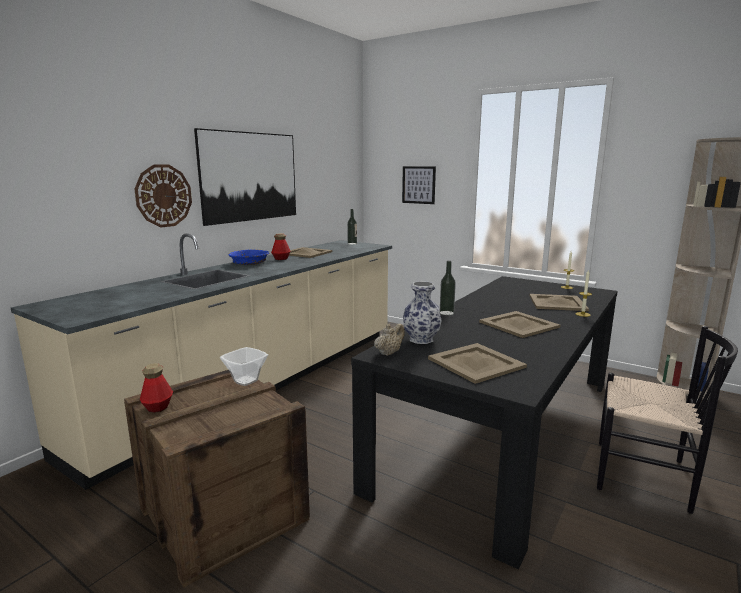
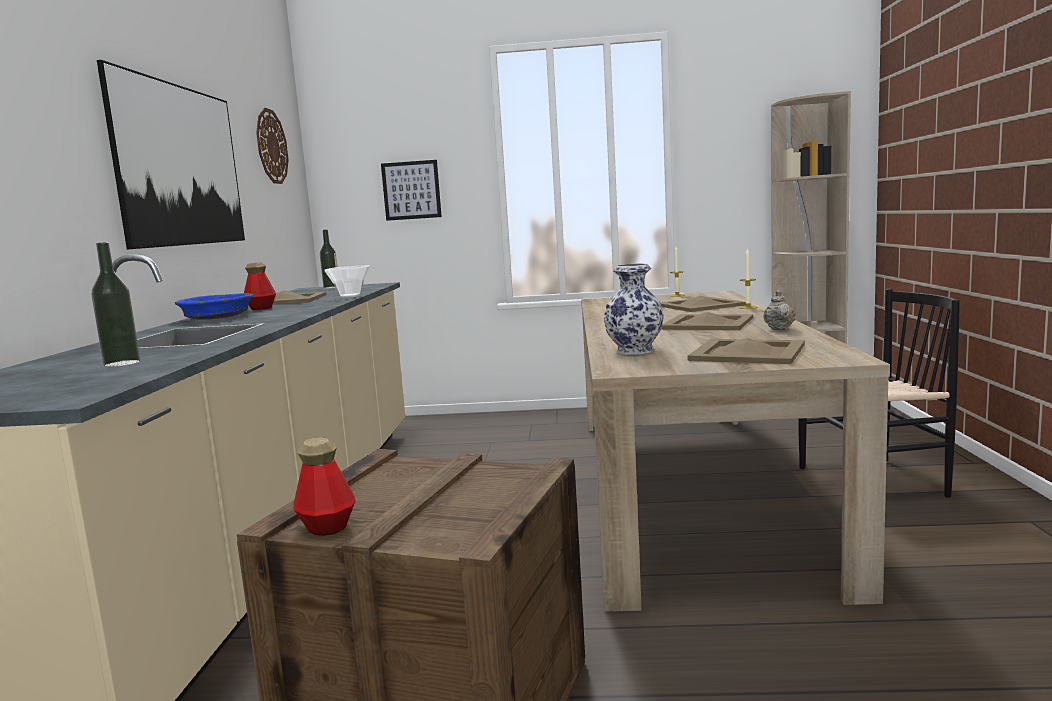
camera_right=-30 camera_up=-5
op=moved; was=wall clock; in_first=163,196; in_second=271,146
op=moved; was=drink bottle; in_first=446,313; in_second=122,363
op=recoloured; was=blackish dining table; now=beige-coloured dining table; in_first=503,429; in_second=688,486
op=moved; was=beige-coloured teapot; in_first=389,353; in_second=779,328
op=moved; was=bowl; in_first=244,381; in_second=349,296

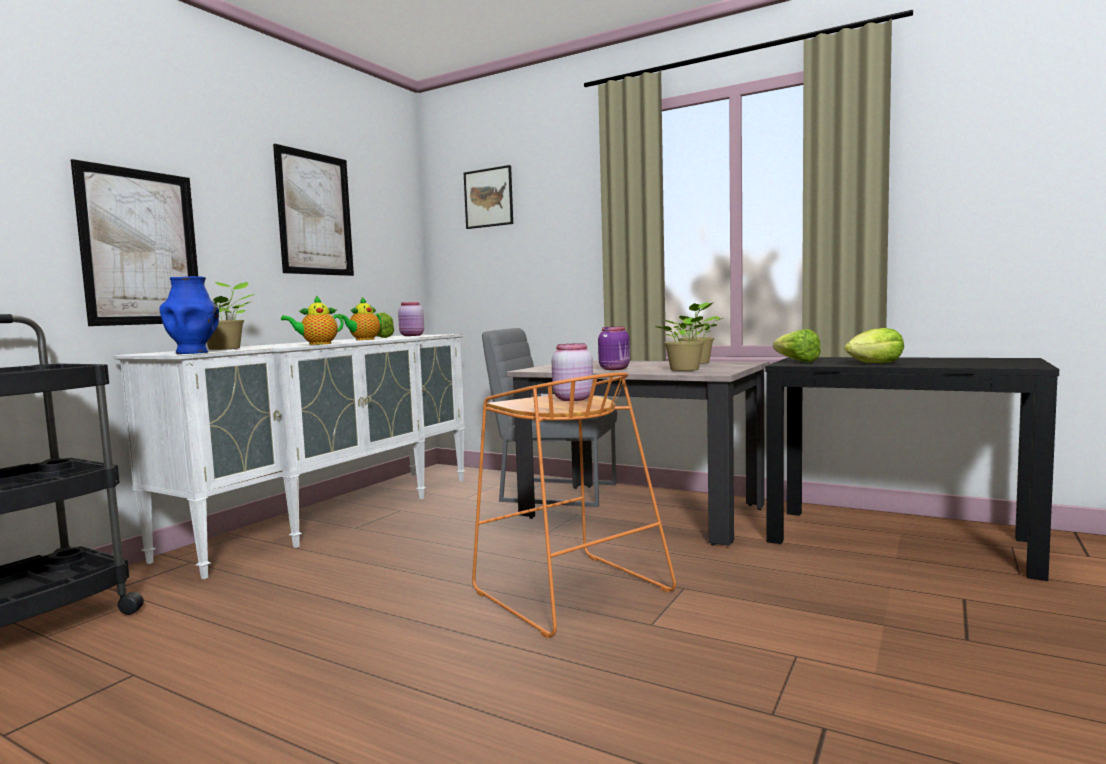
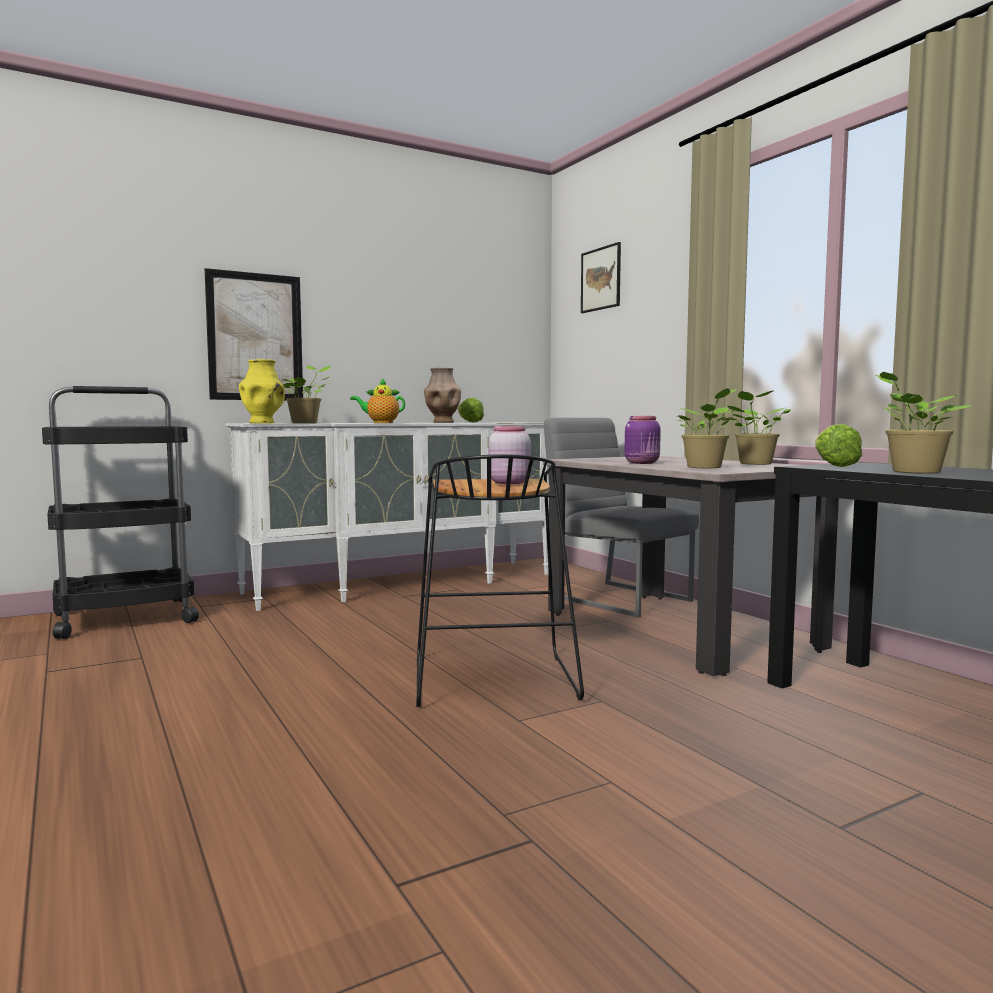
camera_right=30 camera_up=0
op=removed; was=picture; in_first=315,214
op=recoloured; was=blue vase; now=yellow-coloured vase; in_first=193,353; in_second=263,423
op=replaced; was=teapot; now=brown-coloured vase; in_first=363,339; in_second=442,422
op=removed; was=pinkish jar; in_first=412,335
op=replaced; was=lettuce; now=houseplant; in_first=875,363; in_second=912,472
op=recoloured; was=orange-coloured stool; now=blackish stool; in_first=568,591; in_second=491,678

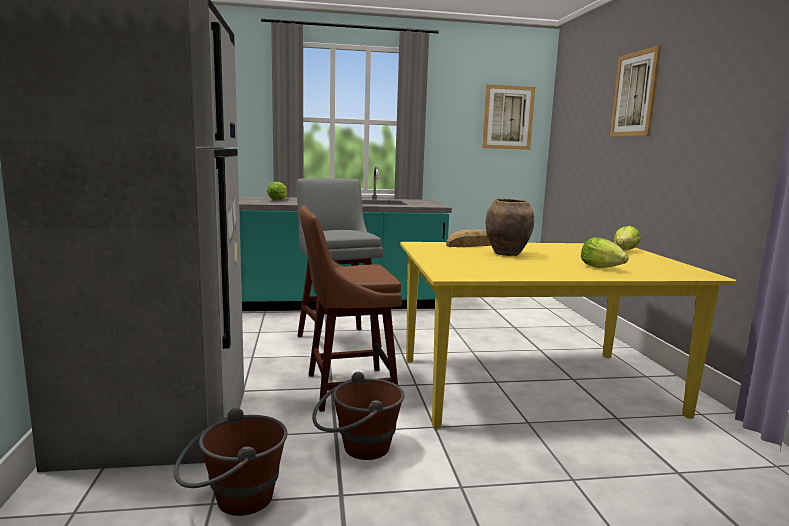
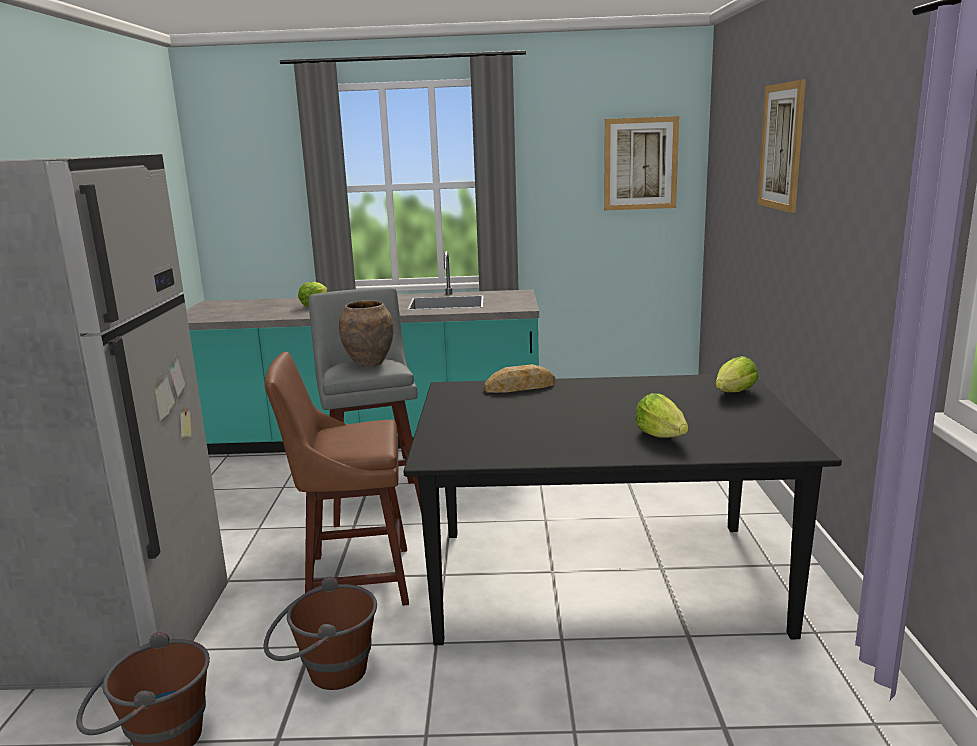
camera_right=10 camera_up=5
op=moved; was=brown-coloured vase; in_first=507,254; in_second=369,363
op=recoloured; was=yellow-coloured dining table; now=blackish dining table; in_first=535,385; in_second=603,579

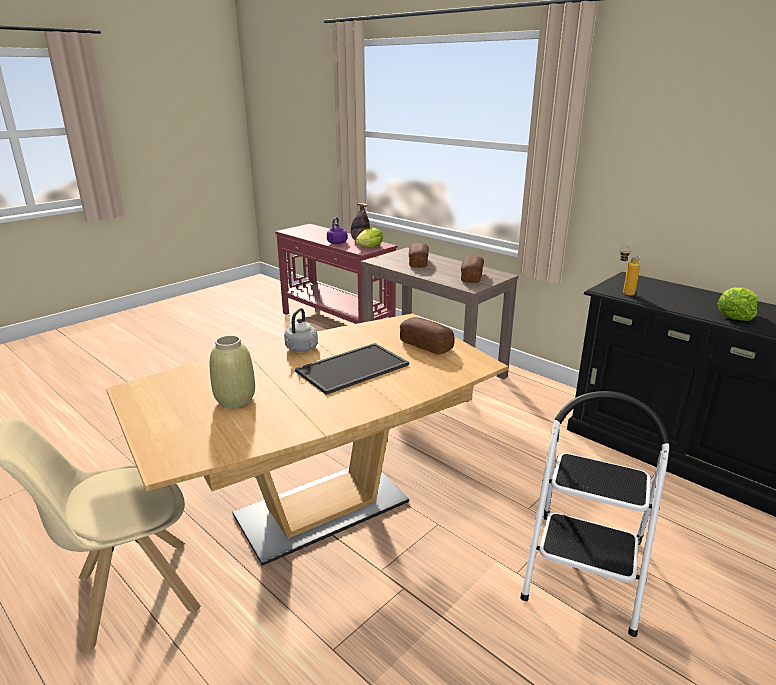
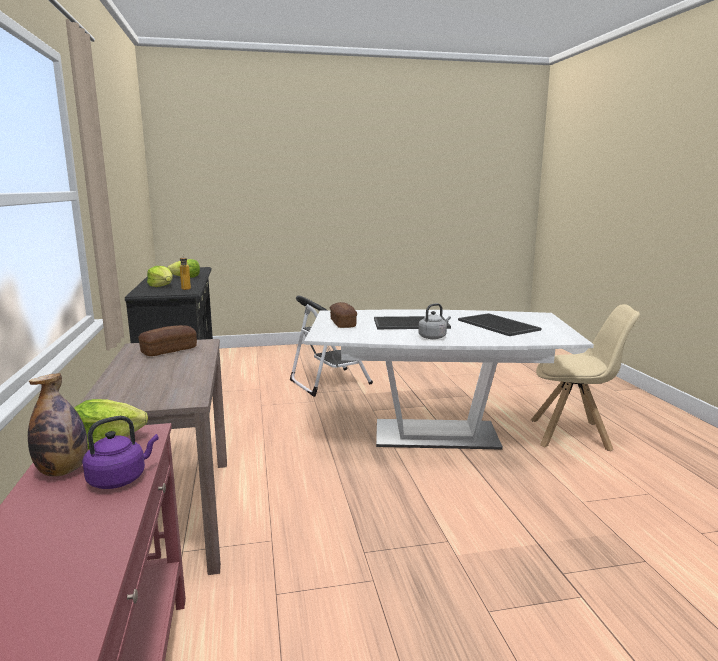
camera_right=-145 camera_up=-10
op=removed; was=baked bread; in_first=418,262
op=recoloured; was=brown-coloured dining table; now=whitish dining table; in_first=322,509; in_second=436,435
op=replaced; was=beige-coloured vase; now=tray; in_first=234,399; in_second=499,325
op=added; now=lettuce; in_second=162,286

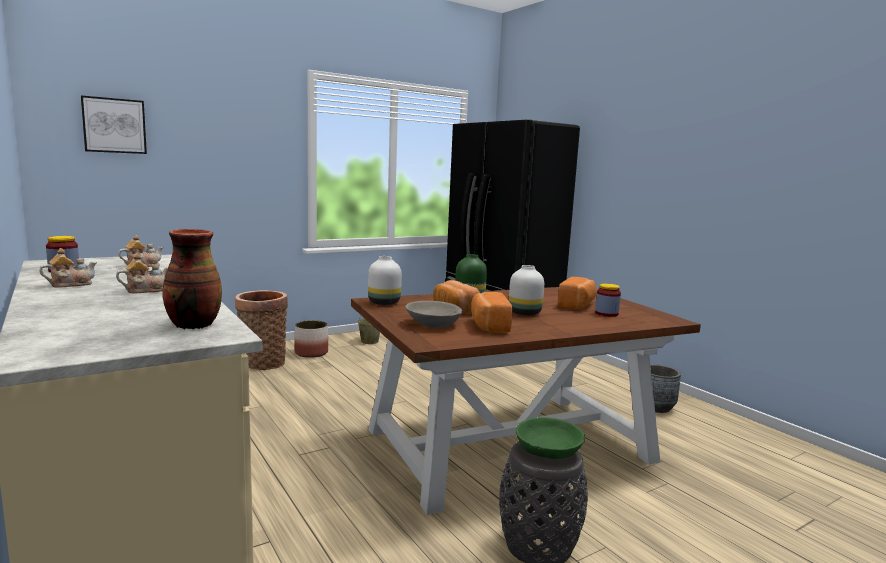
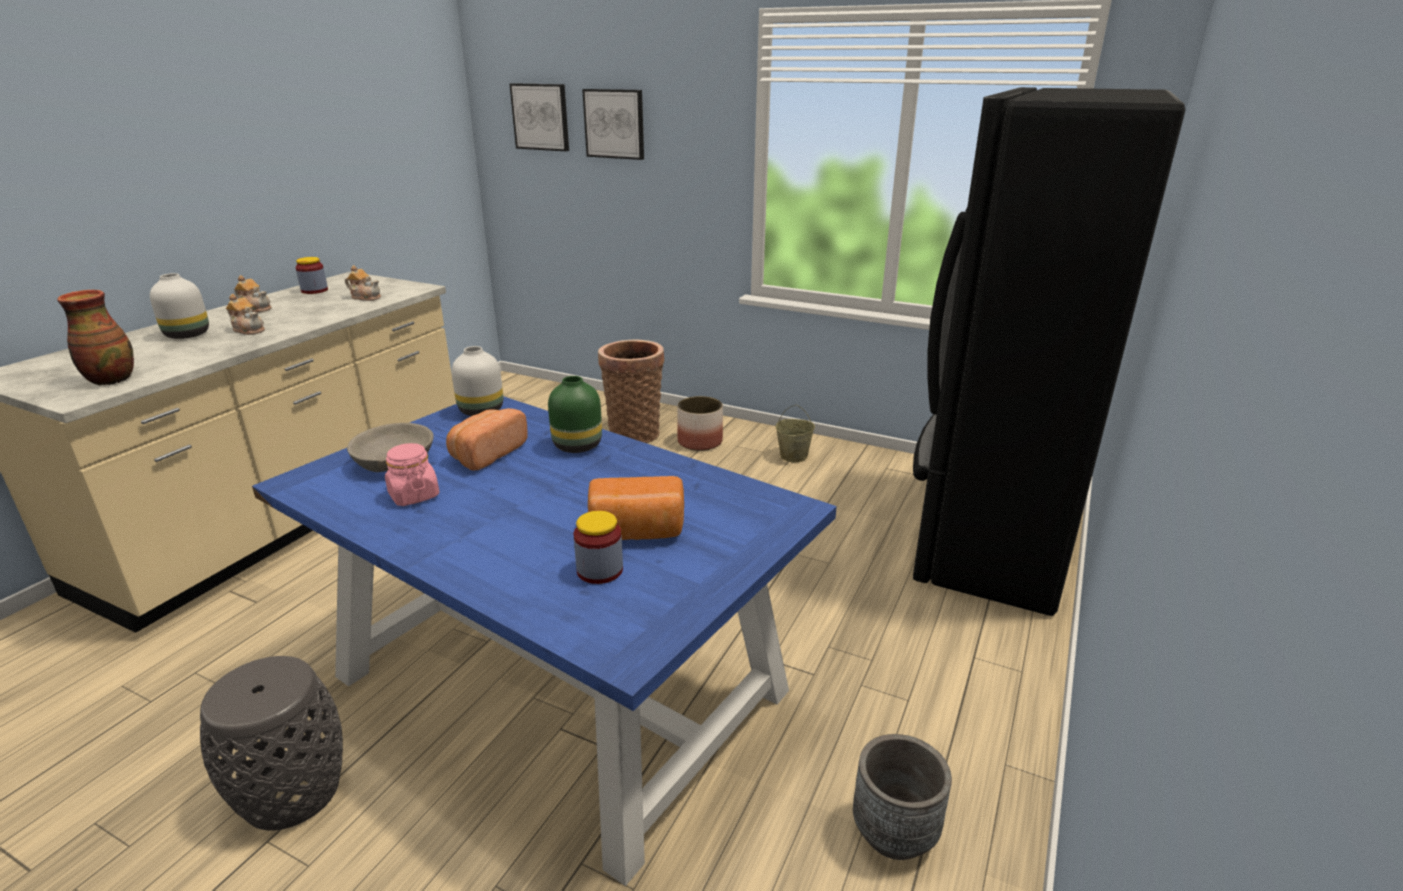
camera_right=60 camera_up=15
op=moved; was=whitish vase; in_first=525,313; in_second=189,335
op=recoloured; was=brown-coloured dining table; now=blue dining table; in_first=510,444; in_second=561,684
op=replaced; was=baked bread; now=pinkish jar; in_first=488,326; in_second=414,495
op=removed; was=green bowl; in_first=548,450
op=added; now=picture; in_second=614,124

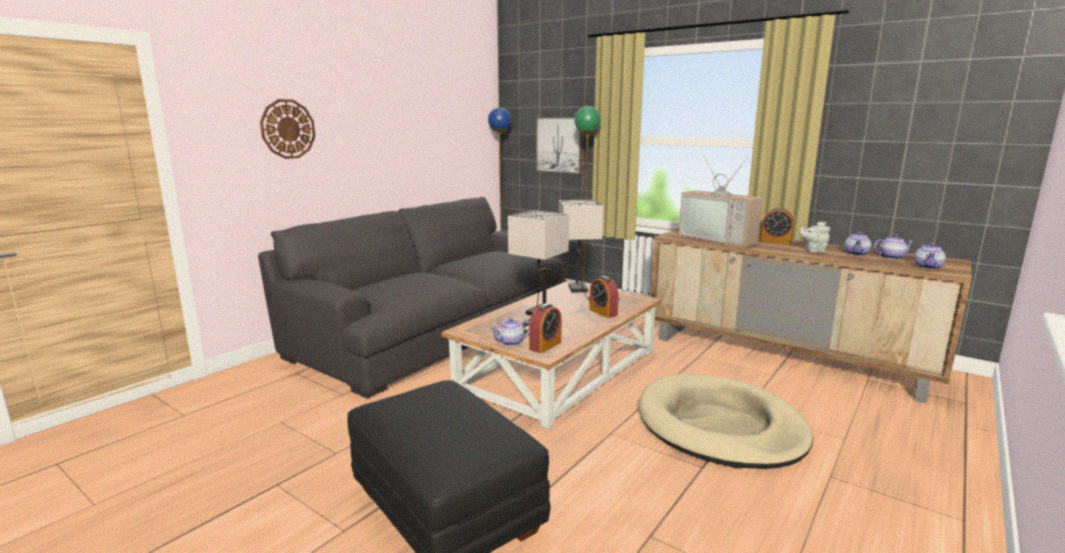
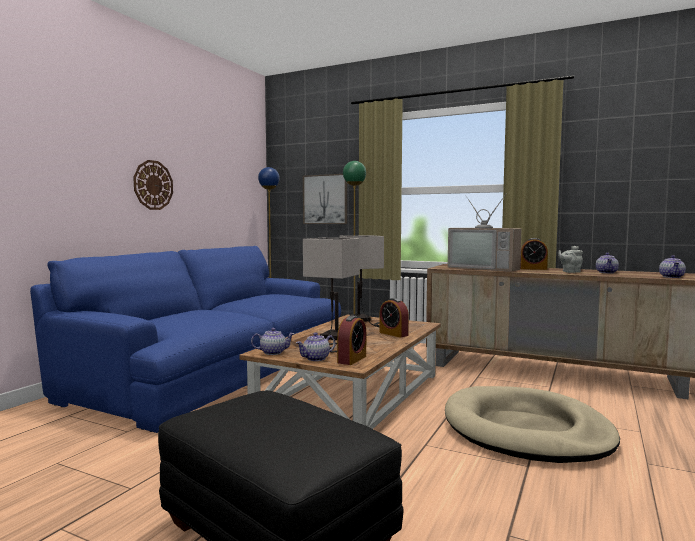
camera_right=-10 camera_up=-10
op=moved; was=wall clock; in_first=288,129; in_second=153,185
op=recoloured; was=gray settee; now=blue settee; in_first=435,329; in_second=216,369
op=moved; was=teapot; in_first=891,257; in_second=273,352

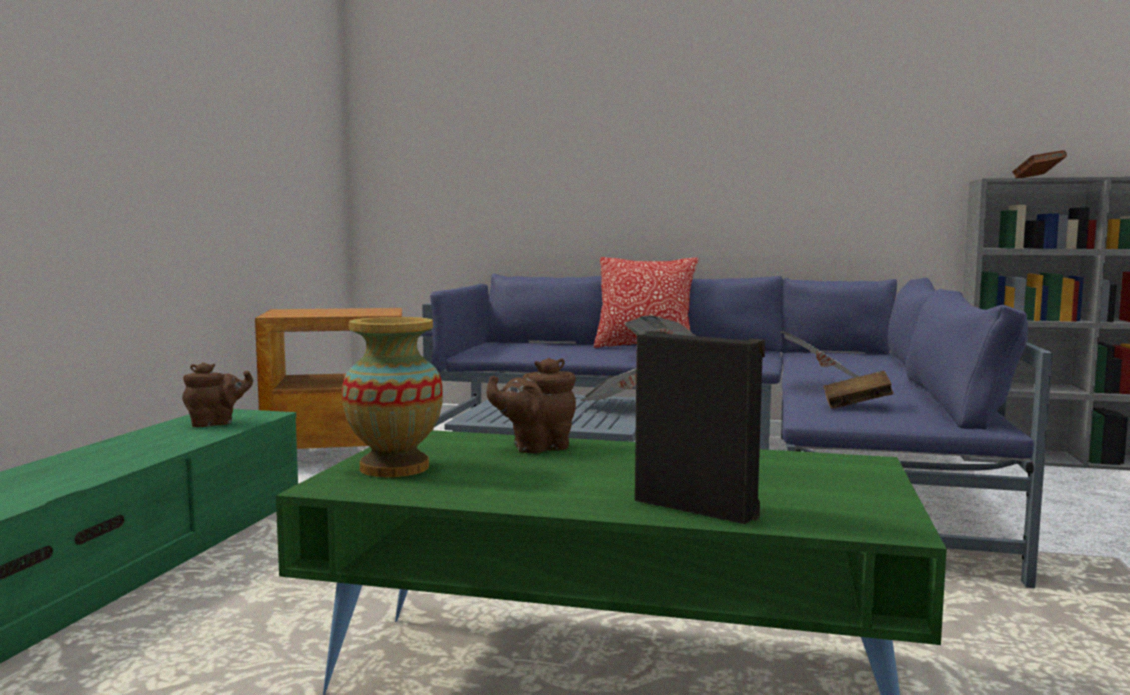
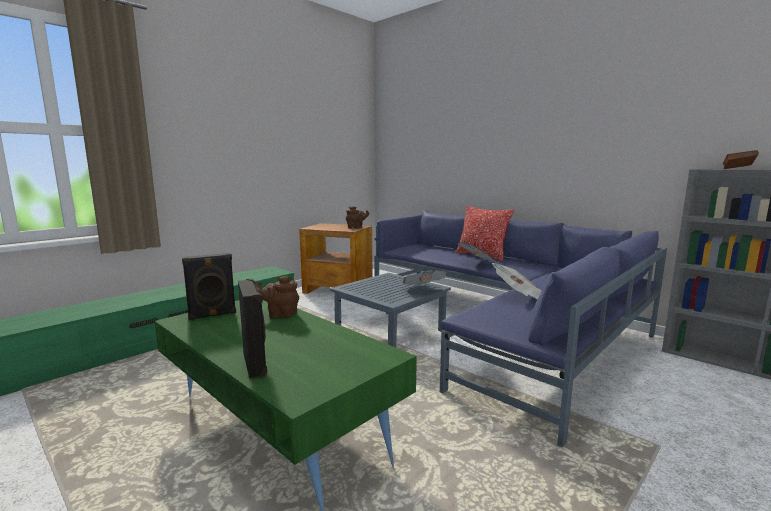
camera_right=30 camera_up=5
op=replaced; was=vase; now=blackish speaker; in_first=394,468; in_second=212,315
op=moved; was=brown-coloured teapot; in_first=216,424; in_second=356,228
op=removed; was=brown-coloured bound book; in_first=856,406

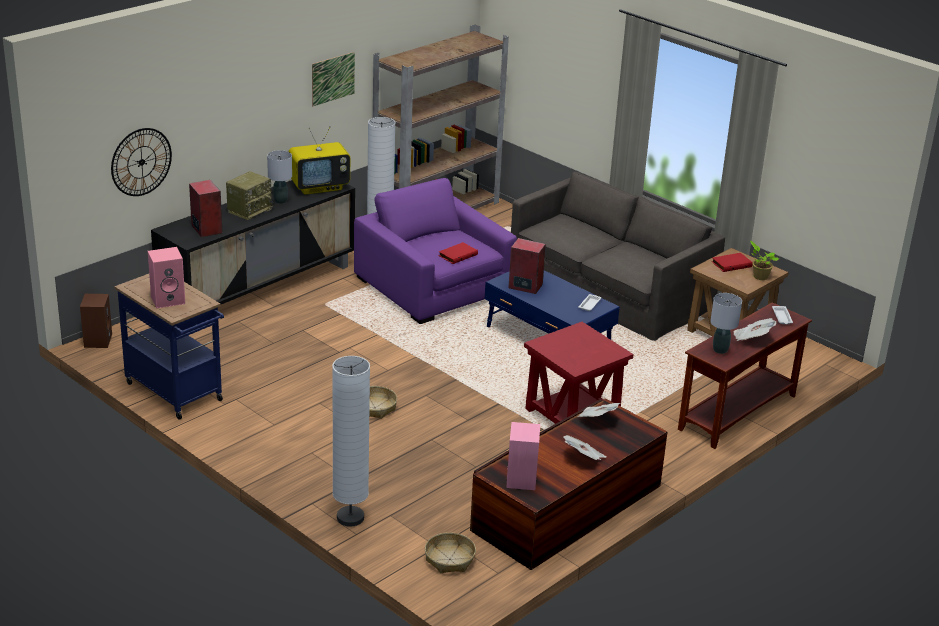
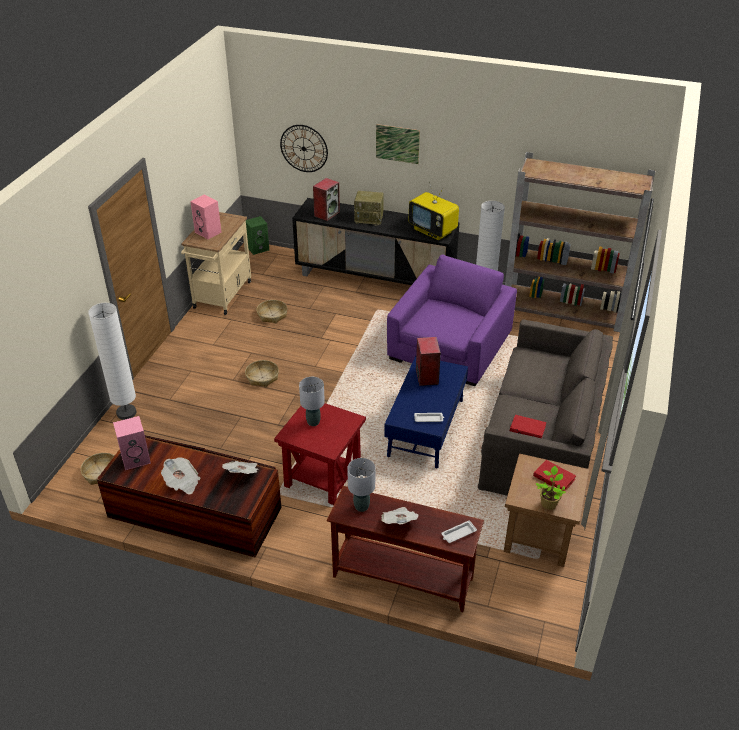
camera_right=65 camera_up=10
op=moved; was=picture; in_first=333,78; in_second=397,144
op=moved; was=gray table lamp; in_first=280,201; in_second=313,422
op=moved; was=red bound book; in_first=457,255; in_second=528,428
op=recoloured; was=blue trolley; now=beige-coloured trolley; in_first=176,393; in_second=221,296
op=recoloured; was=brown-coloured speaker; now=green speaker; in_first=97,340; in_second=258,248
op=added; now=basket; in_second=272,315

